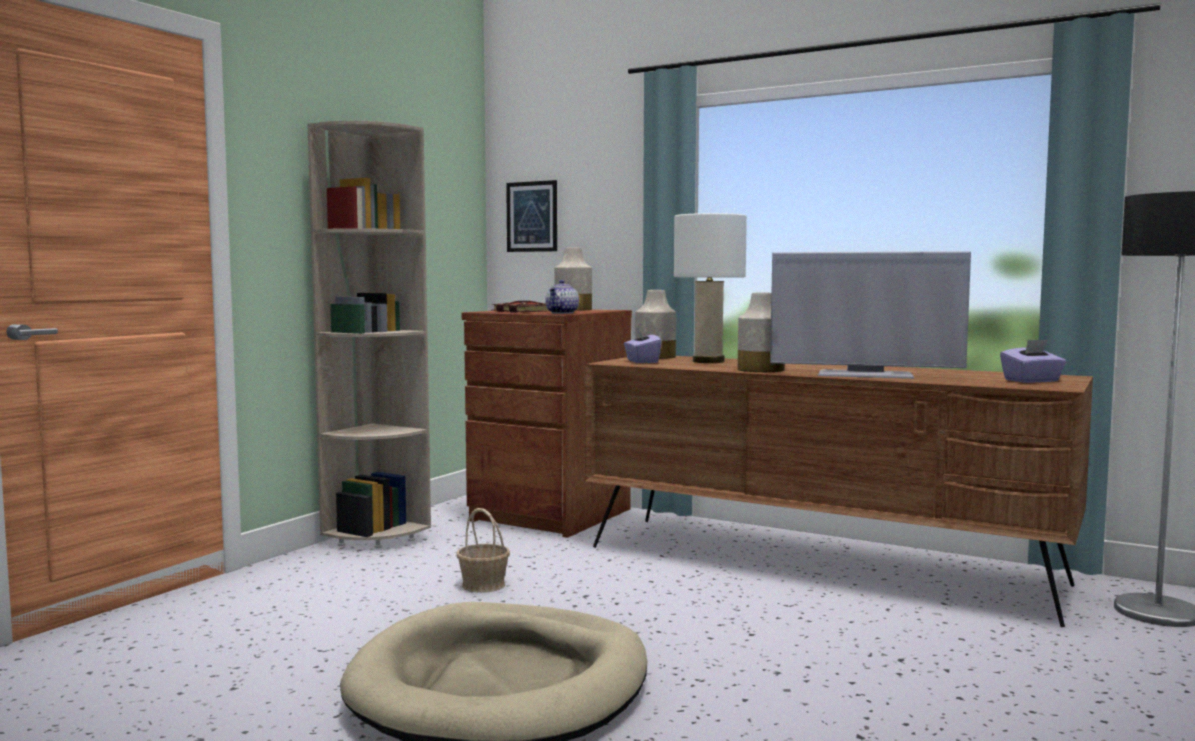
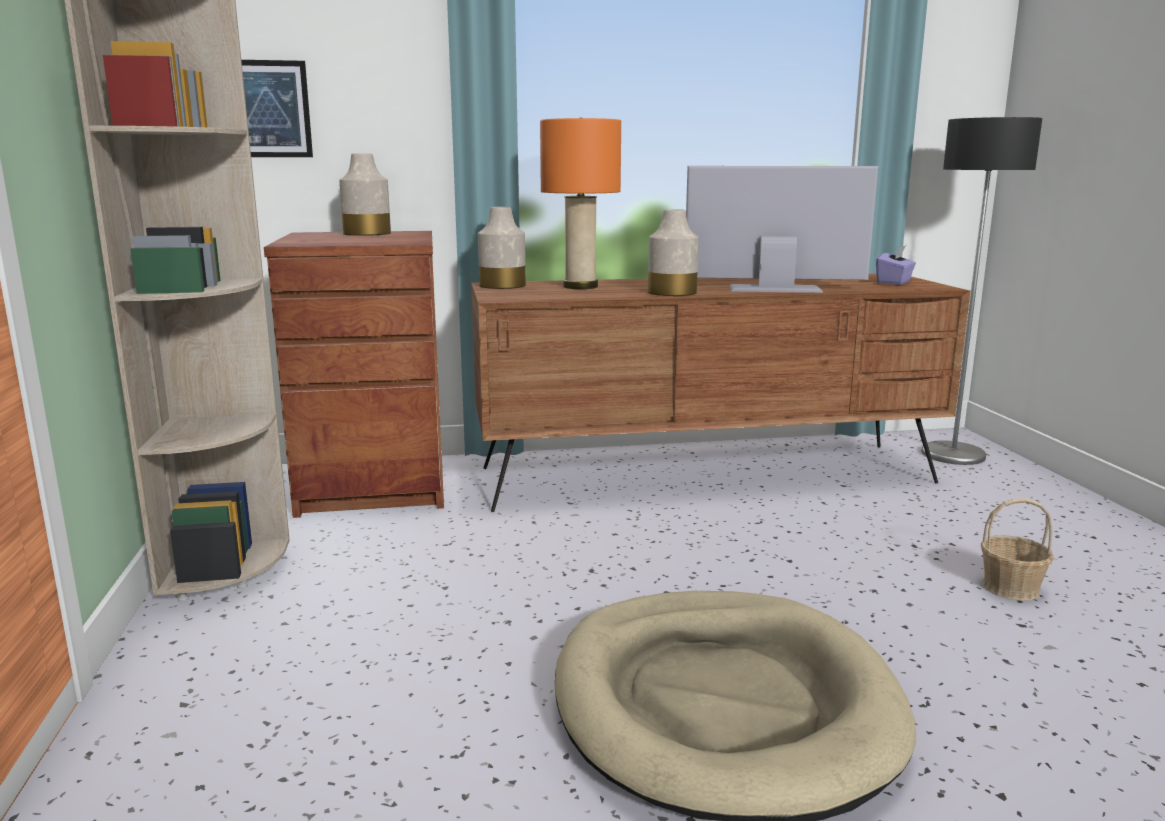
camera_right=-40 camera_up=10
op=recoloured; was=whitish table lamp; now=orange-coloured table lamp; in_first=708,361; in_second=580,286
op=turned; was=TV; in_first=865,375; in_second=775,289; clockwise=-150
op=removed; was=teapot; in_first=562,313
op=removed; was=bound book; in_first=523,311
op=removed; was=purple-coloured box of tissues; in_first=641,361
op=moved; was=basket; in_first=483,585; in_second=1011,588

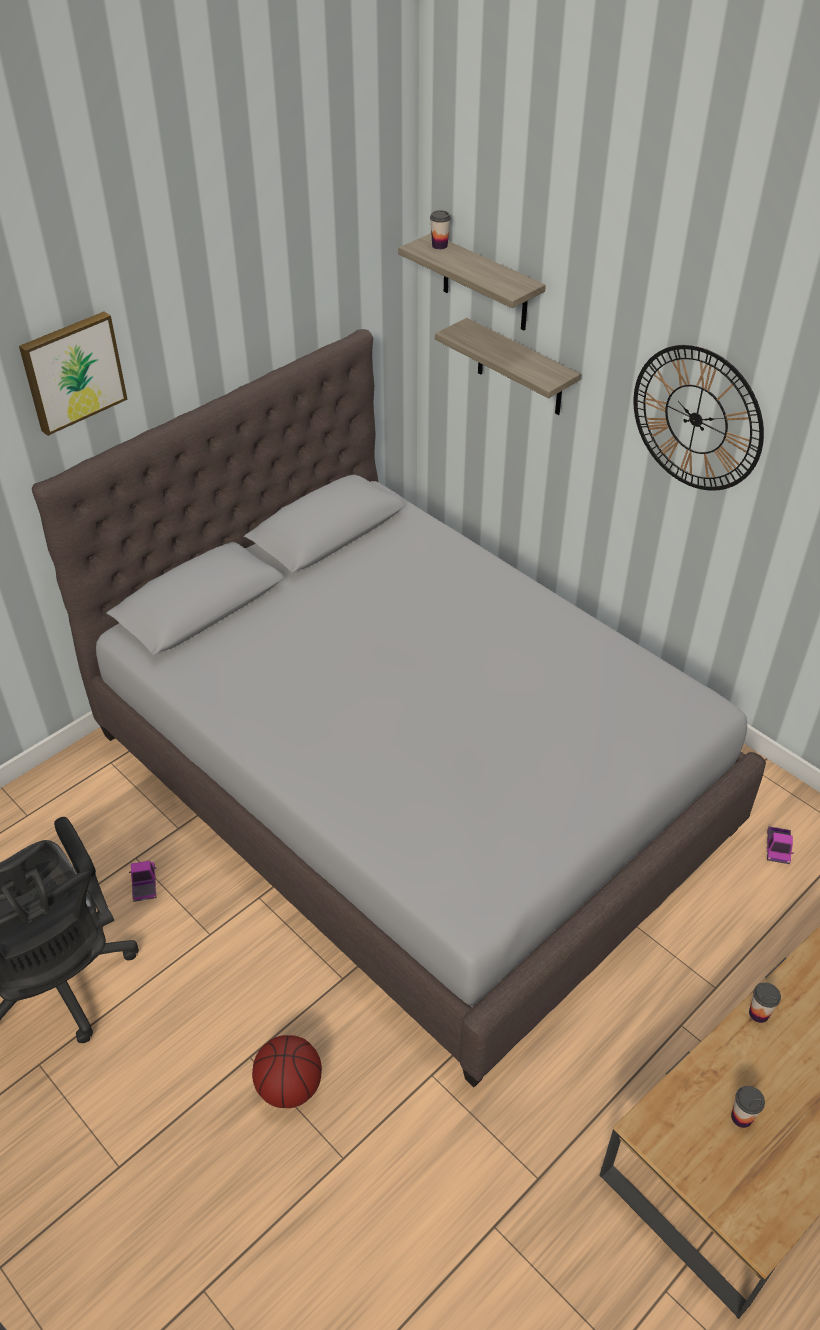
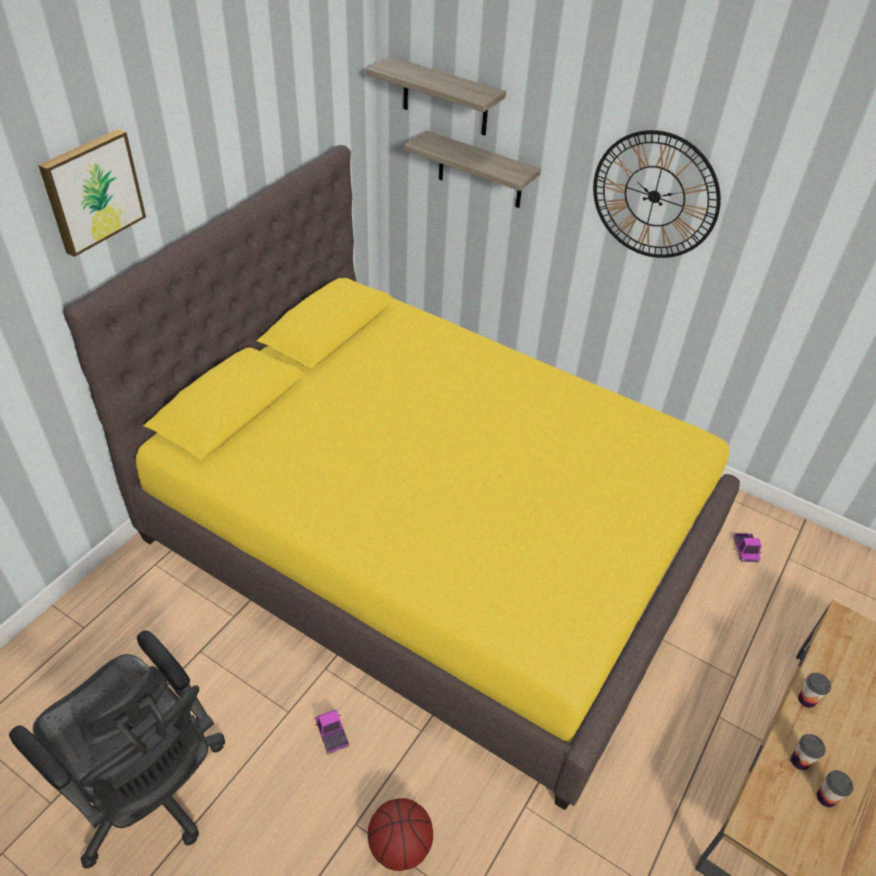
camera_right=-15 camera_up=0
op=moved; was=cup; in_first=439,246; in_second=800,761
op=recoloured; was=gray sleeping bed; now=yellow-coloured sleeping bed; in_first=408,780; in_second=430,539
op=moved; was=toy truck; in_first=144,885; in_second=332,734

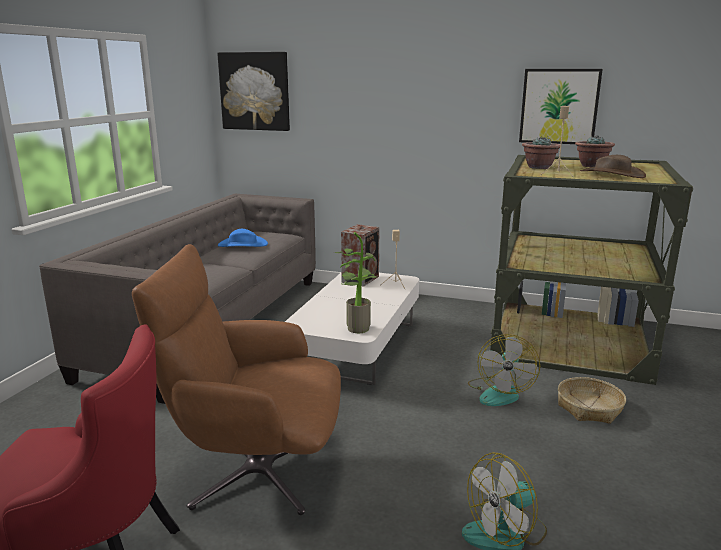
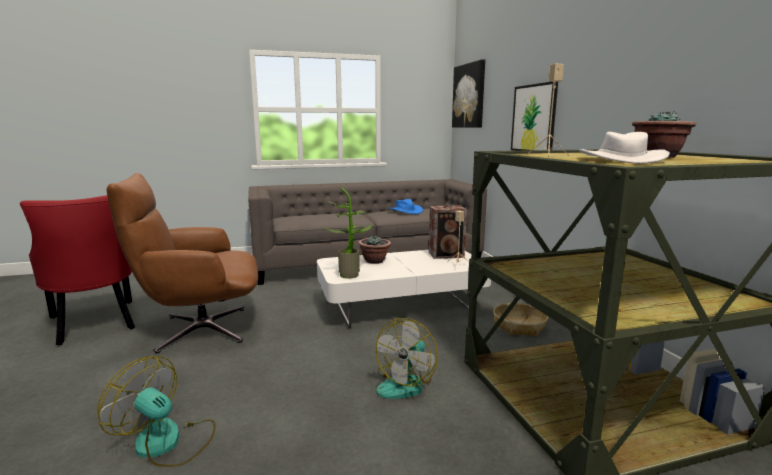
camera_right=55 camera_up=-5
op=moved; was=picture; in_first=559,106; in_second=534,118
op=moved; was=houseplant; in_first=539,167; in_second=375,261
op=recoloured; was=brown-coloured wearable hat; now=whitish wearable hat; in_first=612,174; in_second=621,160
op=turned; was=brown-coloured armchair; in_first=258,471; in_second=202,329; clockwise=-75
op=turned; was=cooling fan; in_first=500,392; in_second=405,383; clockwise=-45
op=moved; was=basket; in_first=589,408; in_second=519,326

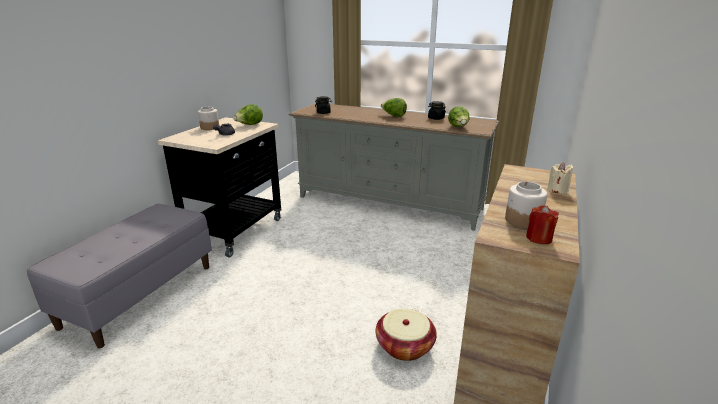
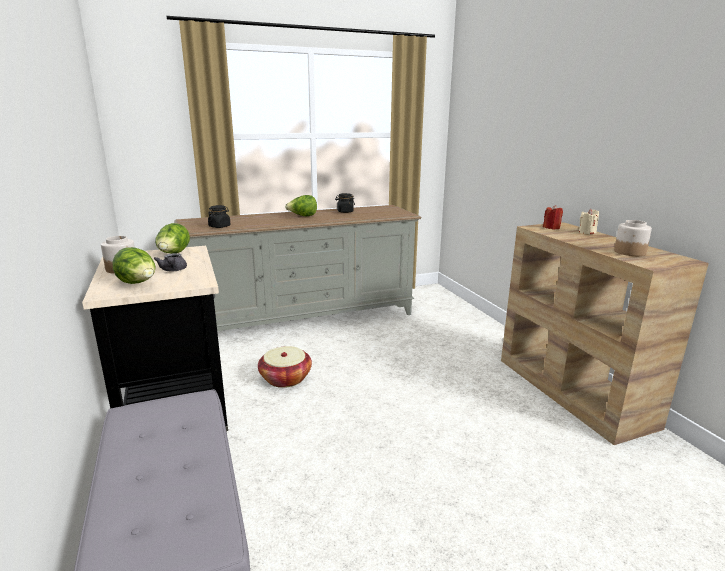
camera_right=-45 camera_up=-5
op=moved; was=lettuce; in_first=458,127; in_second=138,284
op=moved; was=red candle; in_first=539,238; in_second=551,228
op=moved; was=basket; in_first=405,346; in_second=285,378

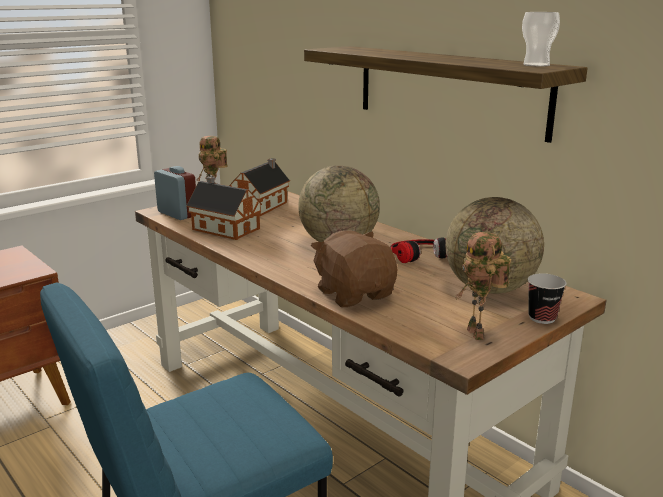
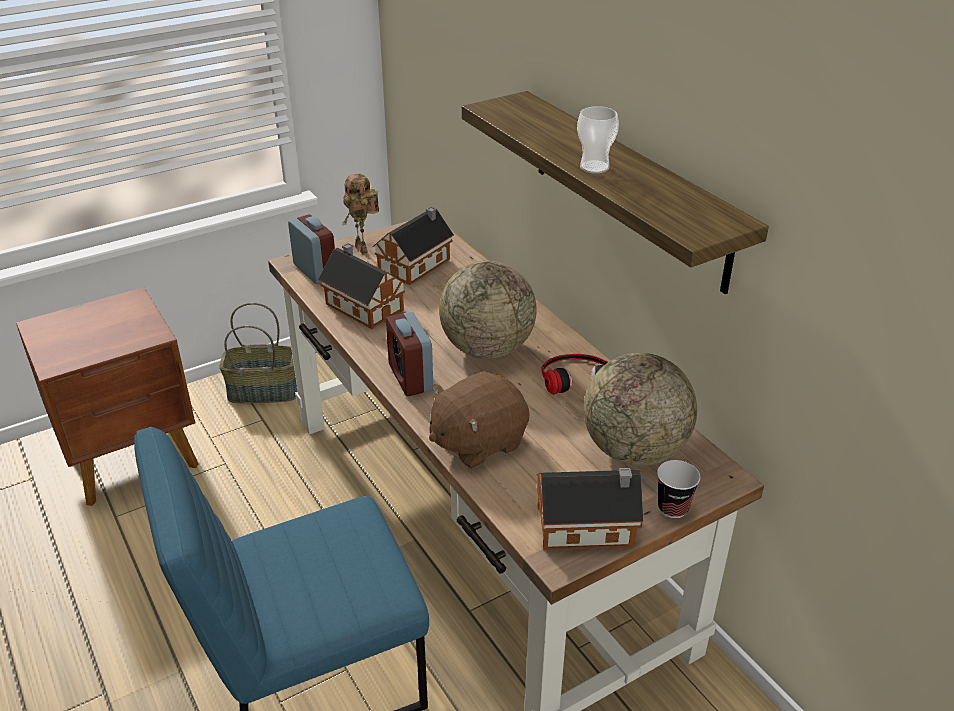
camera_right=10 camera_up=15
op=moved; was=cup; in_first=536,65; in_second=594,167
op=turned; was=brown-coloured soft toy; in_first=355,294; in_second=477,442; clockwise=-105
op=replaced; was=robot figure; now=miniature house; in_first=478,335; in_second=589,526
op=added; now=basket; in_second=264,390
op=added; now=bedside clock; in_second=410,378

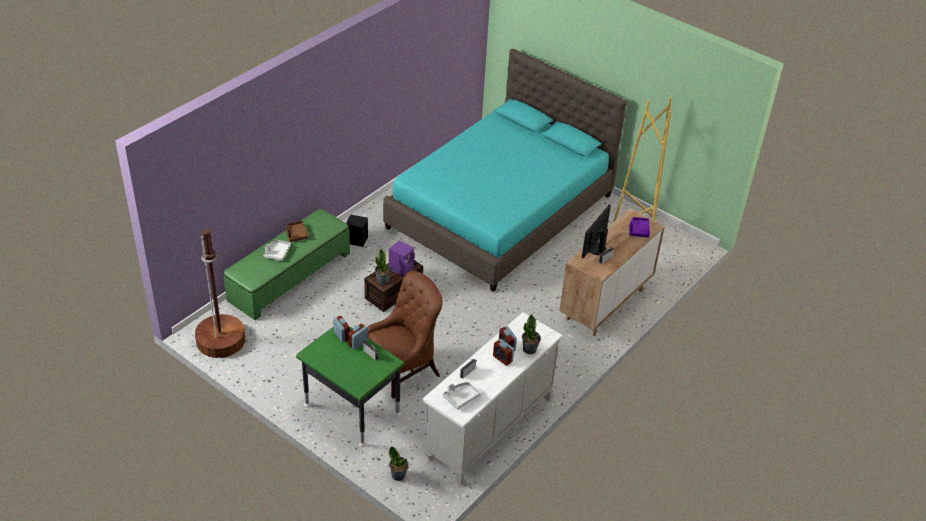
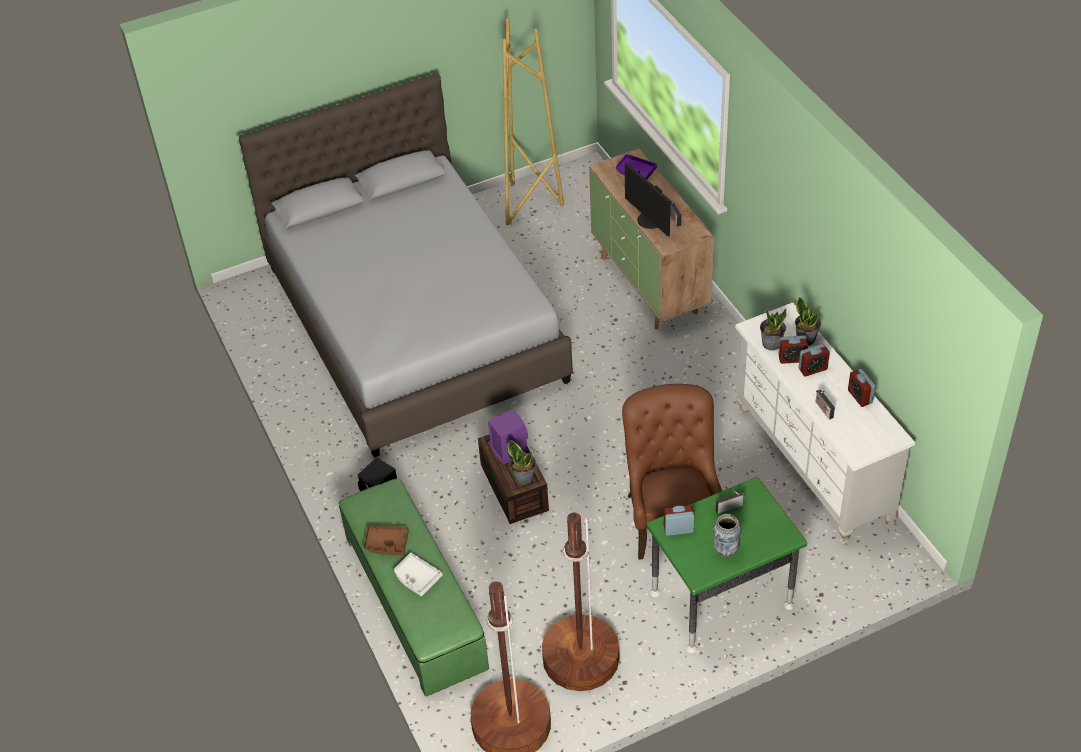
camera_right=-60 camera_up=5
op=recoloured; was=blue-green sleeping bed; now=gray sleeping bed; in_first=501,211; in_second=414,323
op=moved; was=bedside clock; in_first=358,343; in_second=860,397
op=removed; was=gray tray; in_first=461,397
op=moved; was=houseplant; in_first=398,475; in_second=771,343
op=added; now=brown-coloured standing lamp; in_second=580,658
op=added; now=vase; in_second=725,550

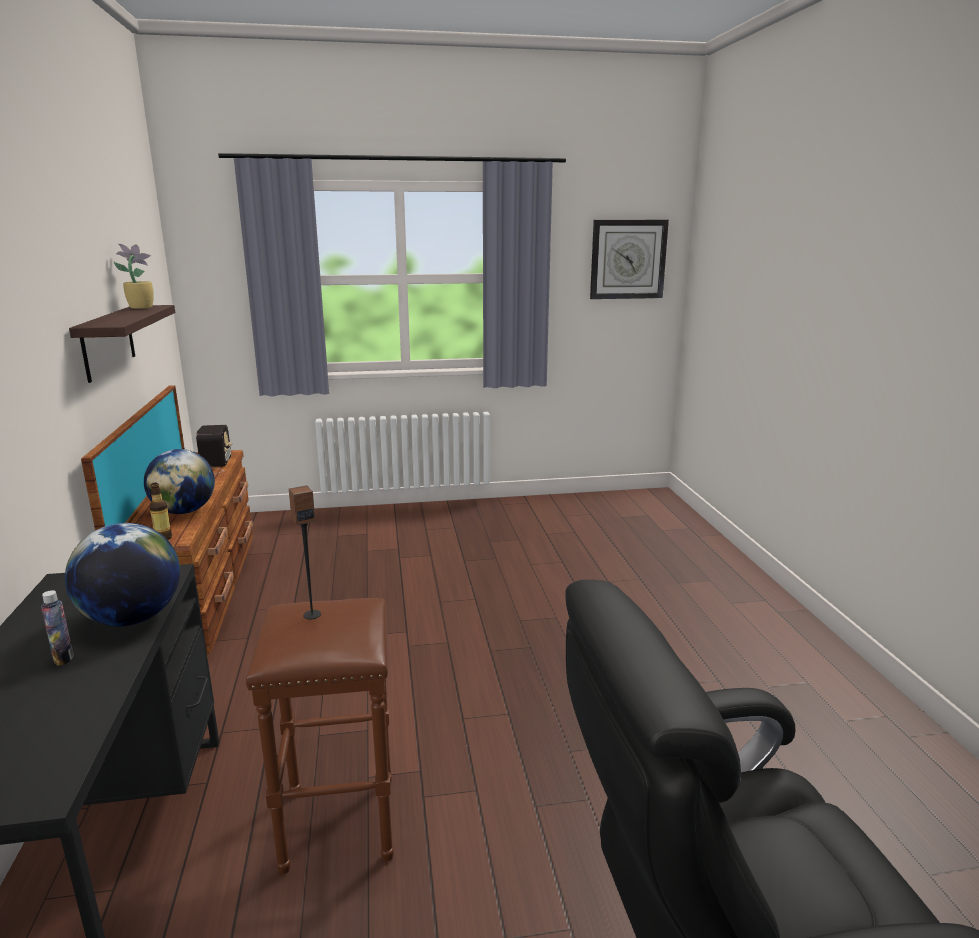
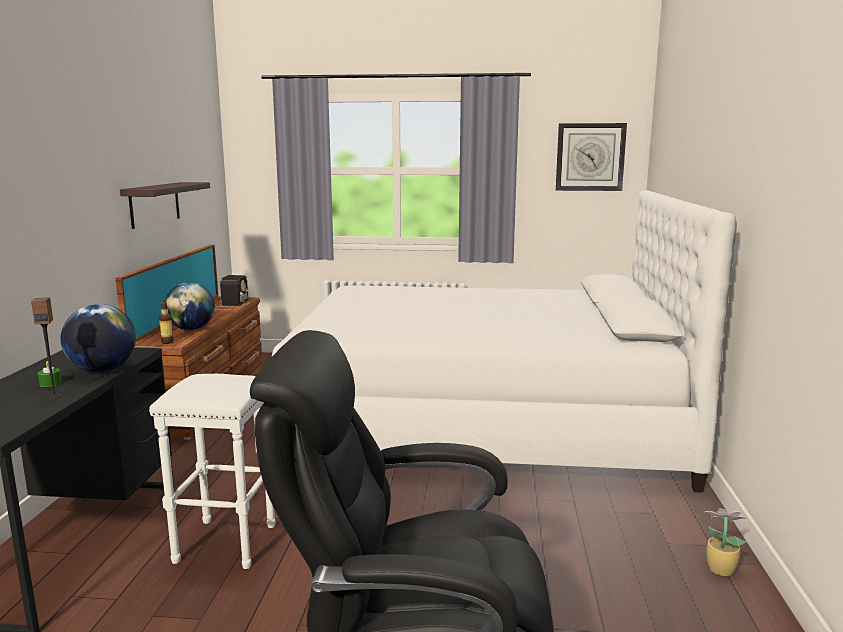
camera_right=15 camera_up=-5
op=moved; was=houseplant; in_first=140,307; in_second=719,569
op=moved; was=speaker; in_first=312,614; in_second=54,396
op=replaced; was=drink bottle; now=green candle; in_first=63,658; in_second=50,383
op=recoloured; was=brown-coloured stool; now=whitish stool; in_first=341,824; in_second=227,544
op=added; now=whitish sleeping bed; in_second=479,421

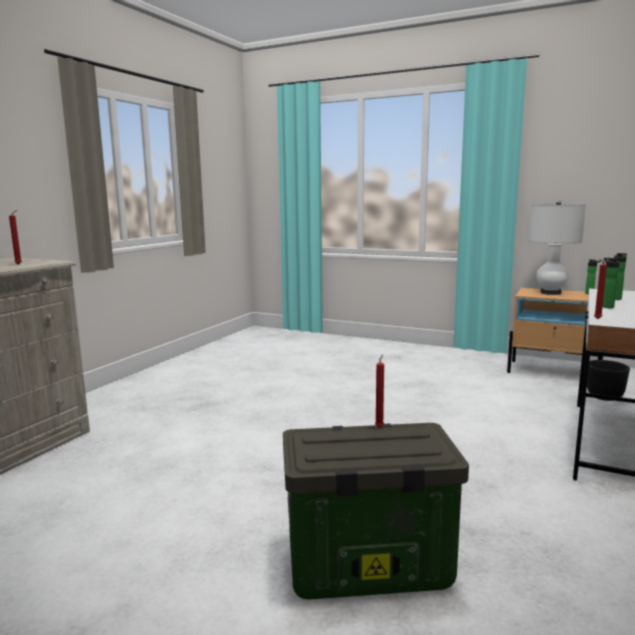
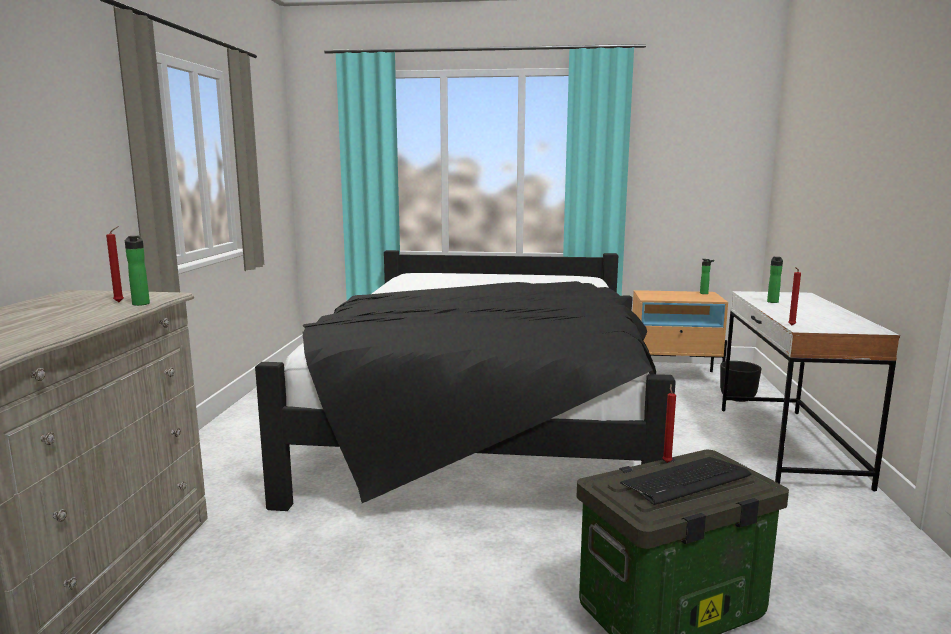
camera_right=-20 camera_up=0
op=removed; was=whitish table lamp; in_first=550,293
op=moved; was=drink bottle; in_first=606,306; in_second=141,303
op=added; now=blackish sleeping bed; in_second=486,421
op=added; now=computer keyboard; in_second=686,481

